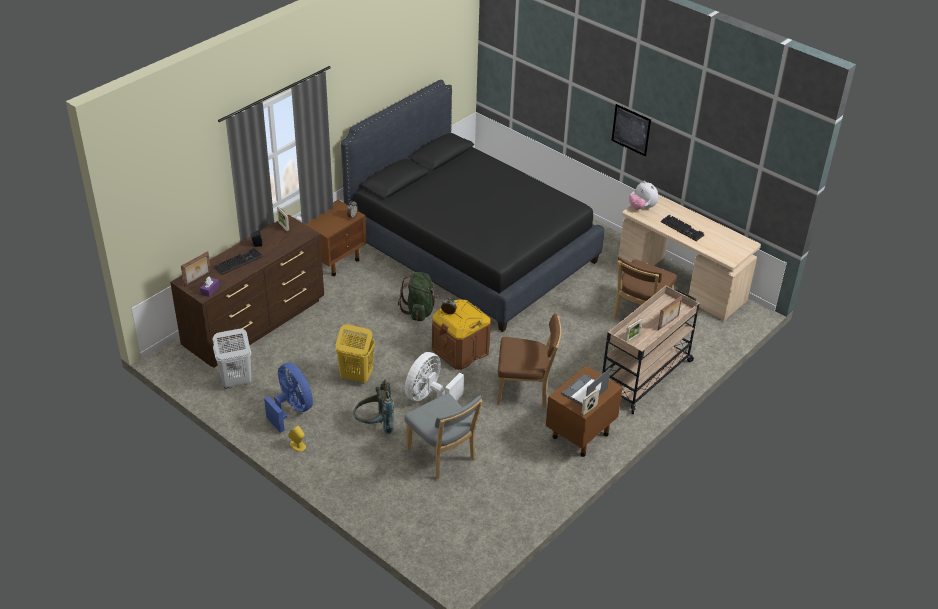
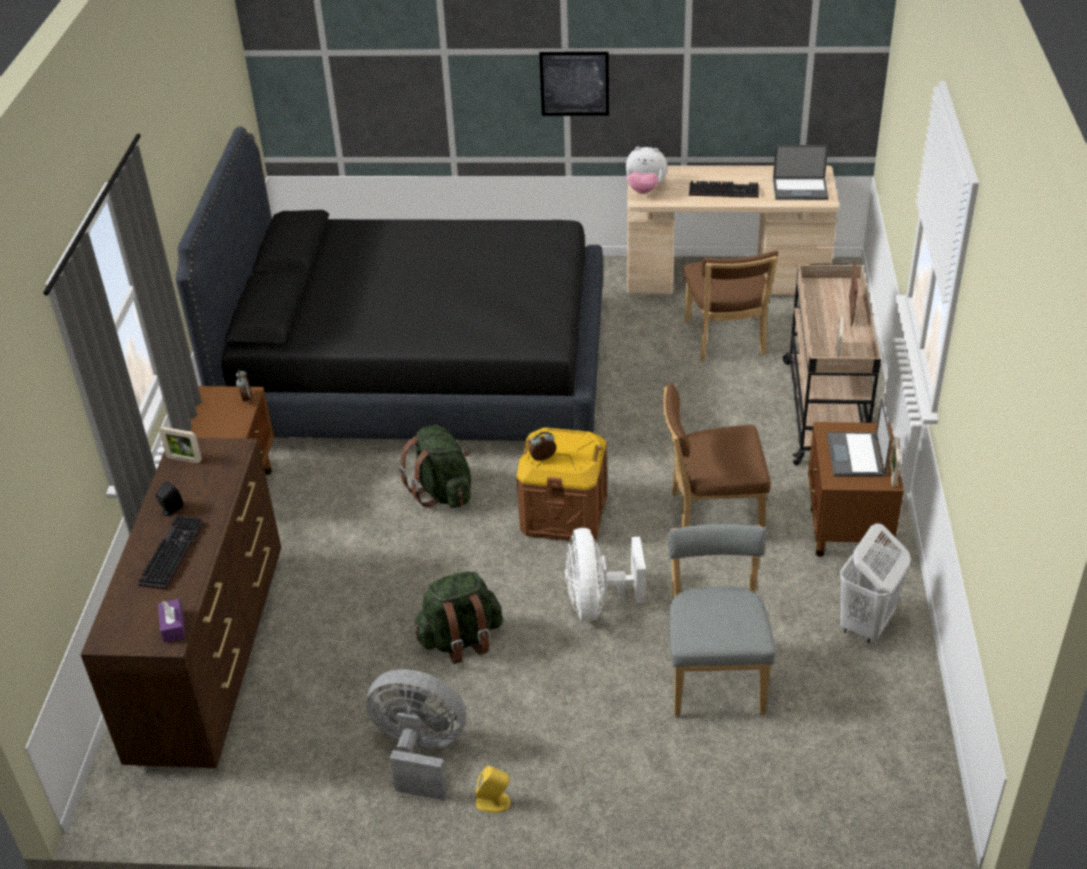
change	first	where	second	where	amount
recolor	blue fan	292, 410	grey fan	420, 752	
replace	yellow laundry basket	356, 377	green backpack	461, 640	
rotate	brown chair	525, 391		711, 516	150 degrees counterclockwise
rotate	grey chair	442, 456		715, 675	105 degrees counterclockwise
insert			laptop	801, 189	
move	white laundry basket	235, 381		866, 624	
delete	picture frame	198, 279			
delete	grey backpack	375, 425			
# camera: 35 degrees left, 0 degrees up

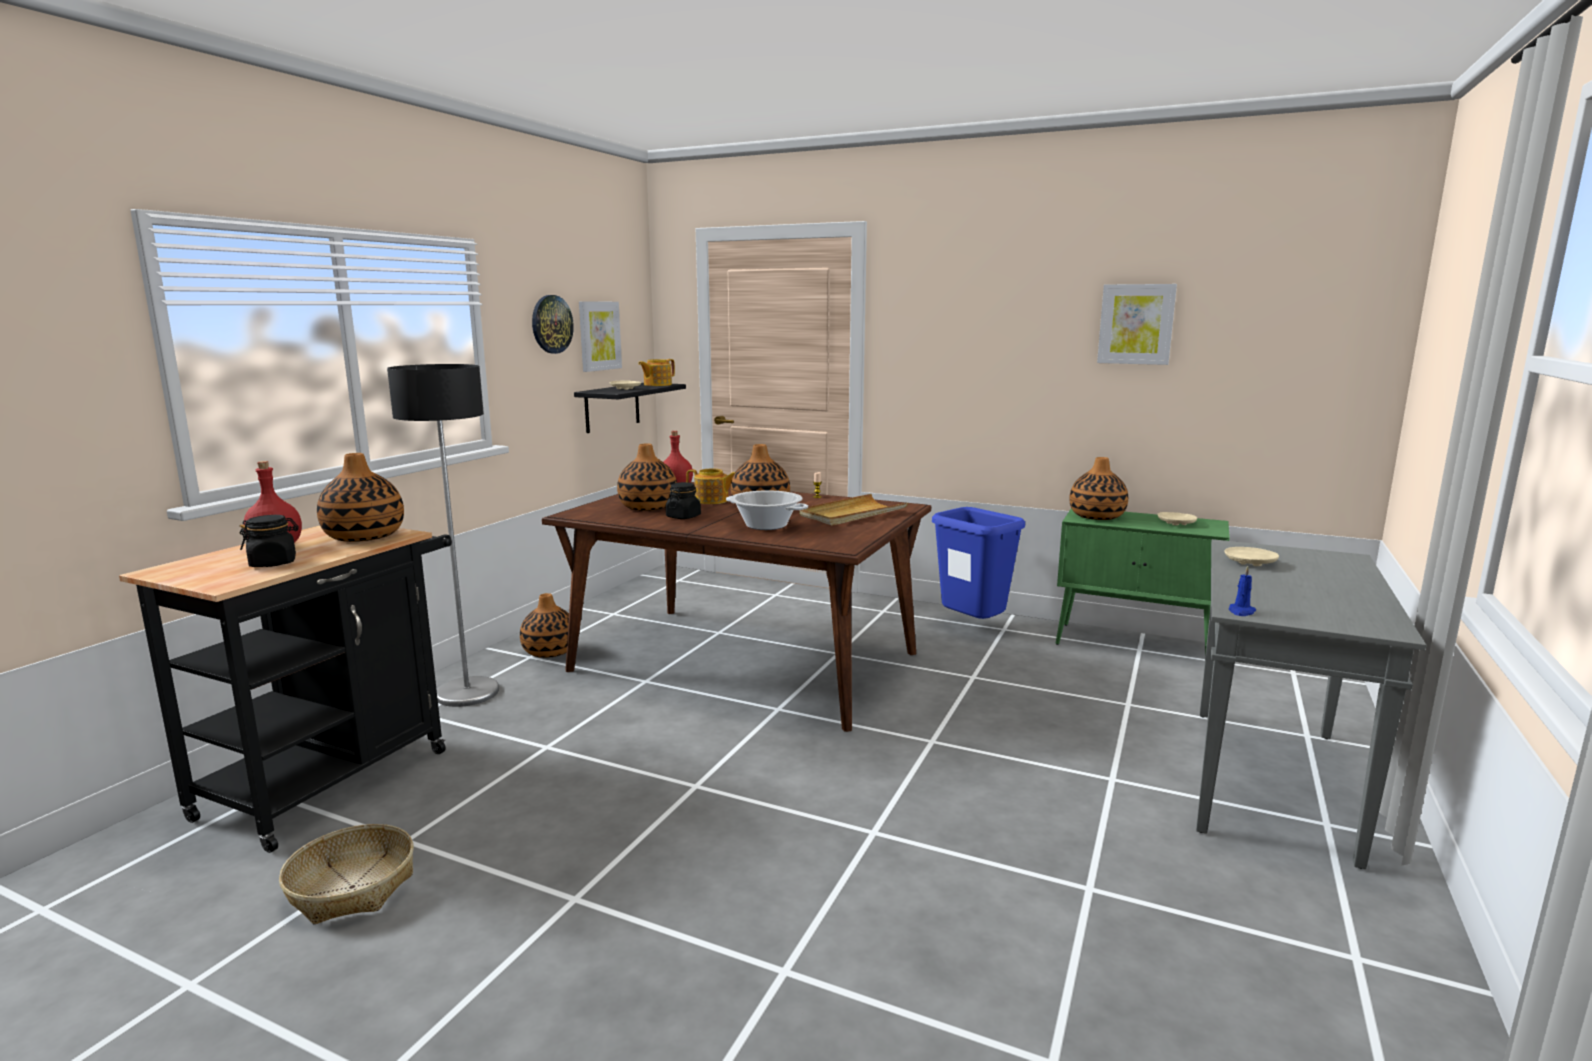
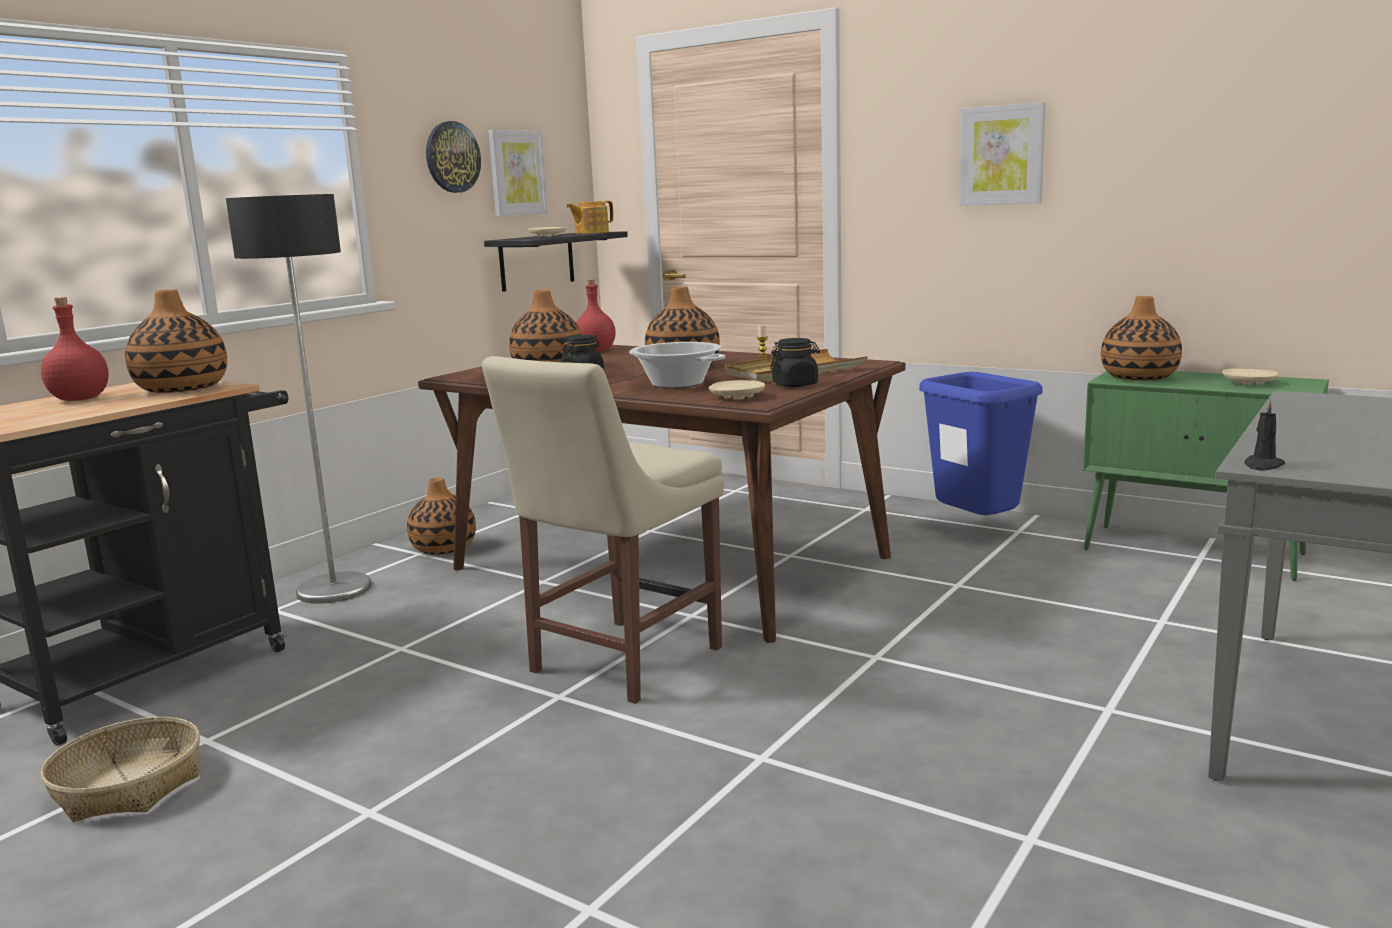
change	first	where	second	where	amount
insert			beige chair	619, 662	
move	beige plate	1249, 563		737, 397	
move	black jar	273, 563		795, 384	
move	picture	1136, 324		1002, 155	
recolor	blue candle	1241, 612	black candle	1263, 466	
delete	teapot	712, 500			
# camera: 10 degrees right, 0 degrees up

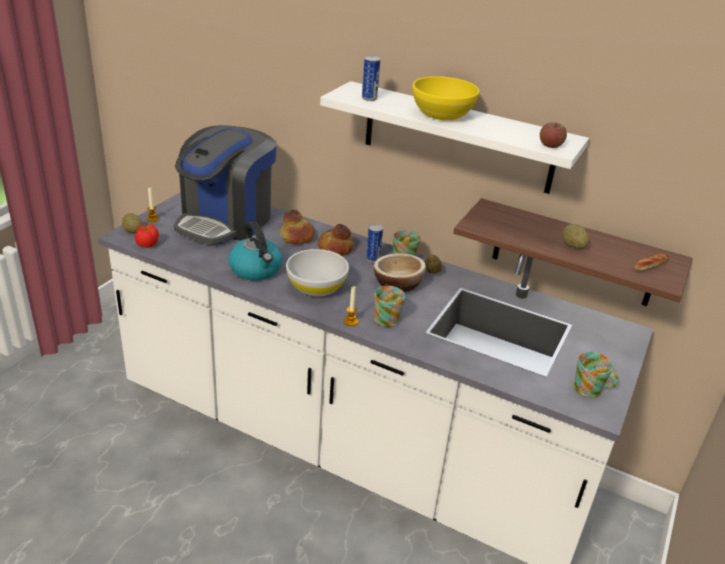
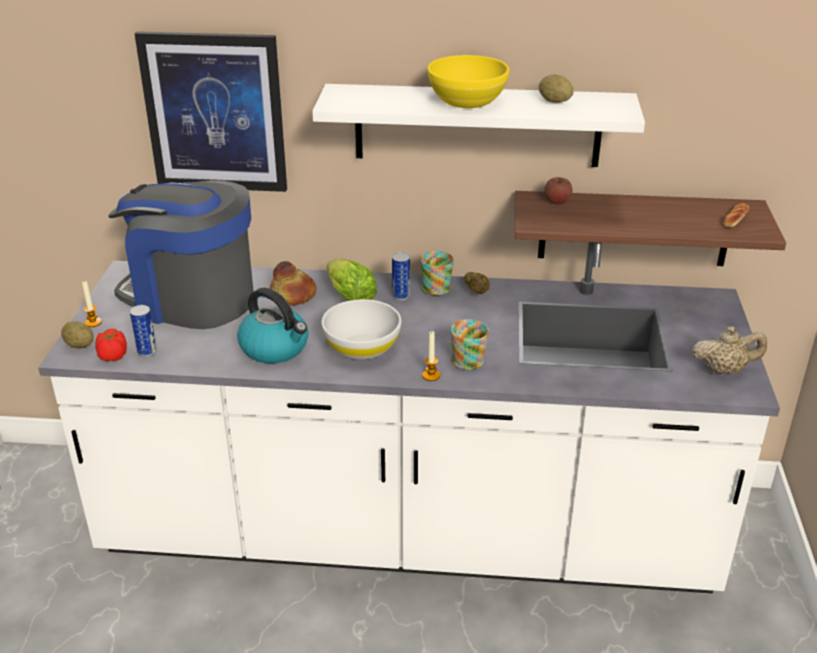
change	first	where	second	where	amount
rotate	coffee machine	226, 221		191, 299	105 degrees clockwise
move	can	369, 98		147, 352	
insert			picture	215, 113	
replace	bread	335, 248	lettuce	348, 296	
move	potato	573, 246		554, 102	
move	apple	550, 145		557, 201	
replace	mug	592, 390	beige teapot	724, 370	
delete	bowl	398, 284			
# camera: 20 degrees left, 0 degrees up

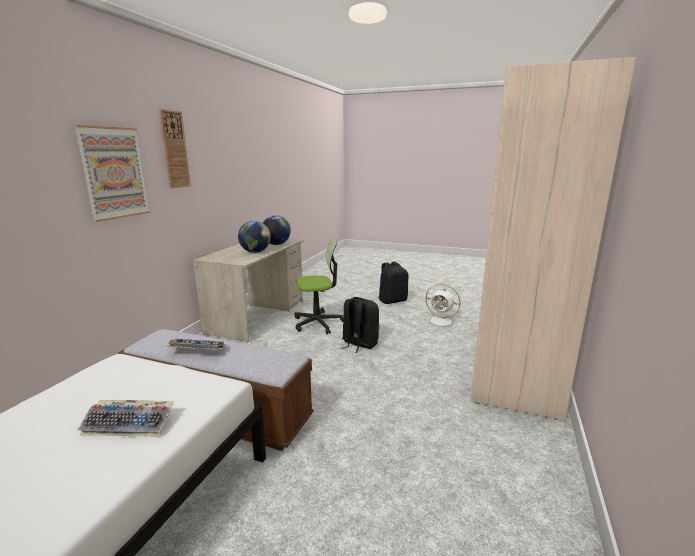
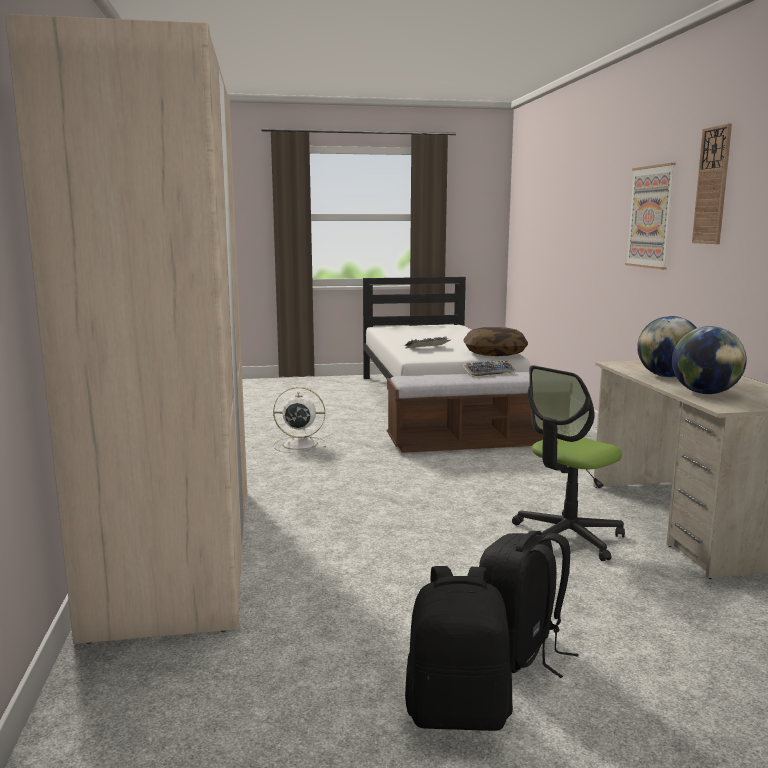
change	first	where	second	where	amount
move	white fan	442, 322		298, 444	
move	black backpack	359, 344		458, 712	
insert			pillow	494, 353	
# camera: 150 degrees right, 5 degrees down

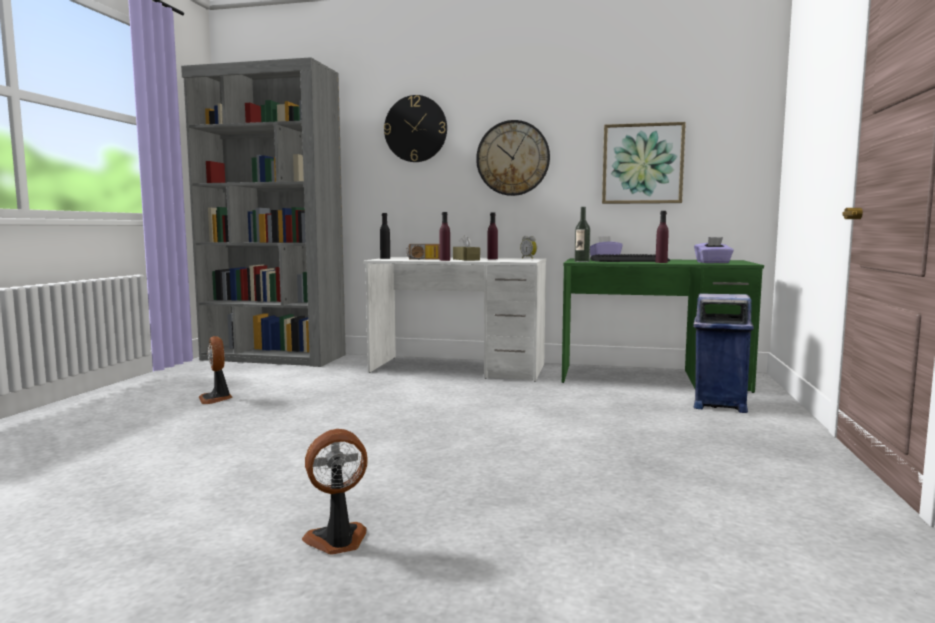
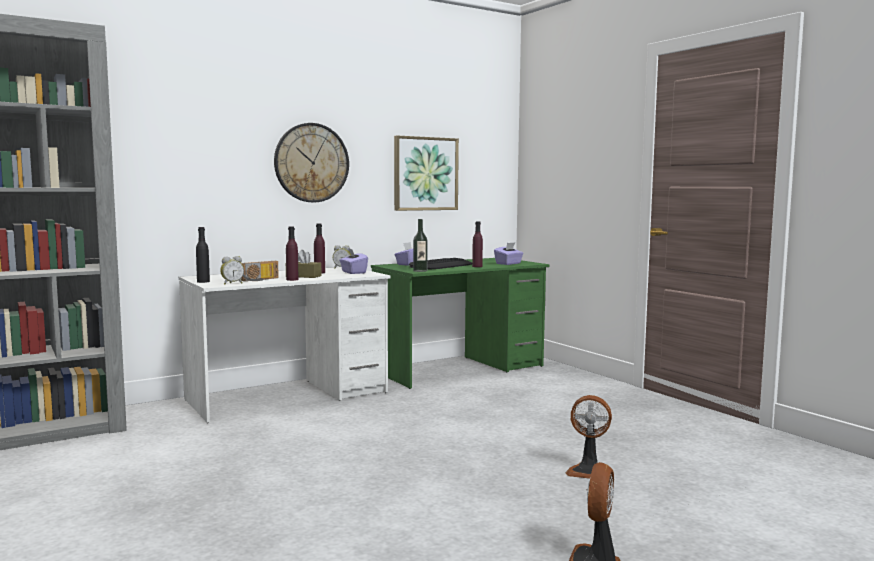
change	first	where	second	where	amount
insert			alarm clock	232, 283	
insert			purple tissue box	353, 272	
move	fan	216, 399		589, 471	
delete	wall clock	415, 129			
delete	blue trash can	718, 404			
# camera: 45 degrees left, 0 degrees up

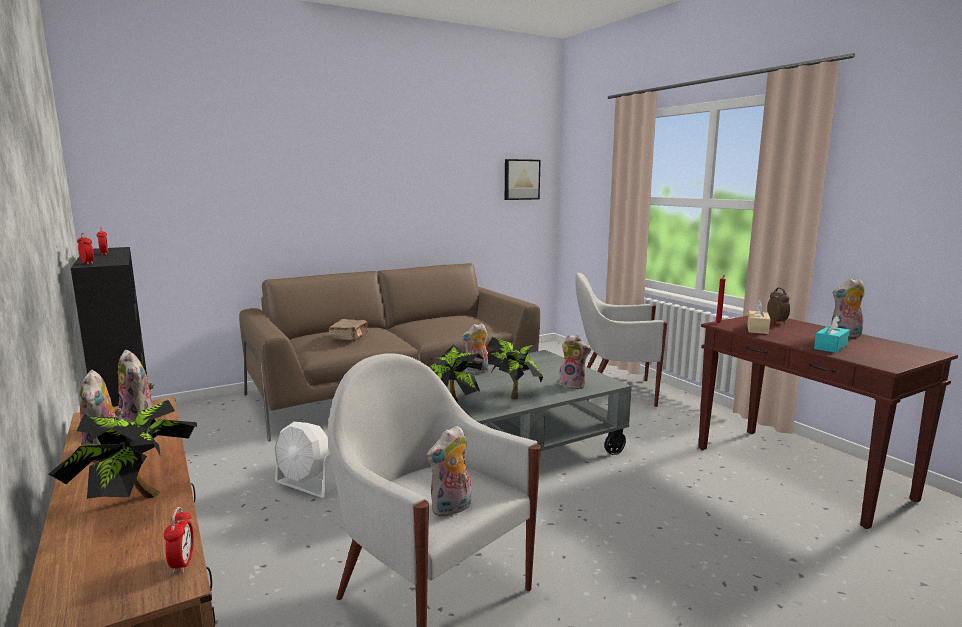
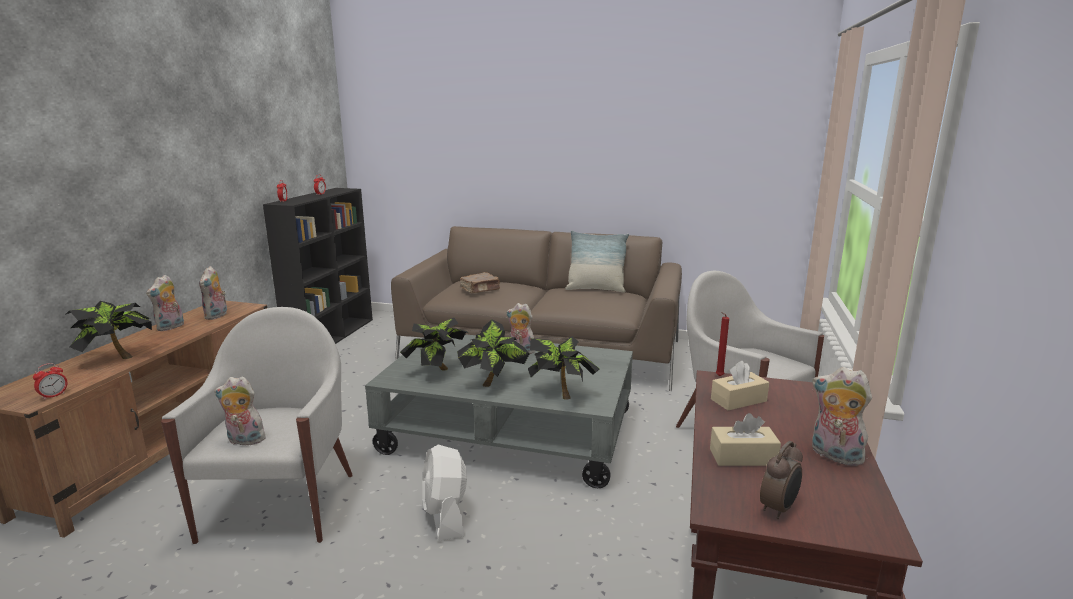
change	first	where	second	where	amount
move	white fan	307, 485		445, 516	
replace	plush toy	573, 385	potted plant	561, 394	
insert			pillow	595, 289	
recolor	turquoise tissue box	830, 347	beige tissue box	743, 457	
move	alarm clock	777, 322		778, 509	
delete	picture	521, 179			
# camera: 45 degrees right, 5 degrees up

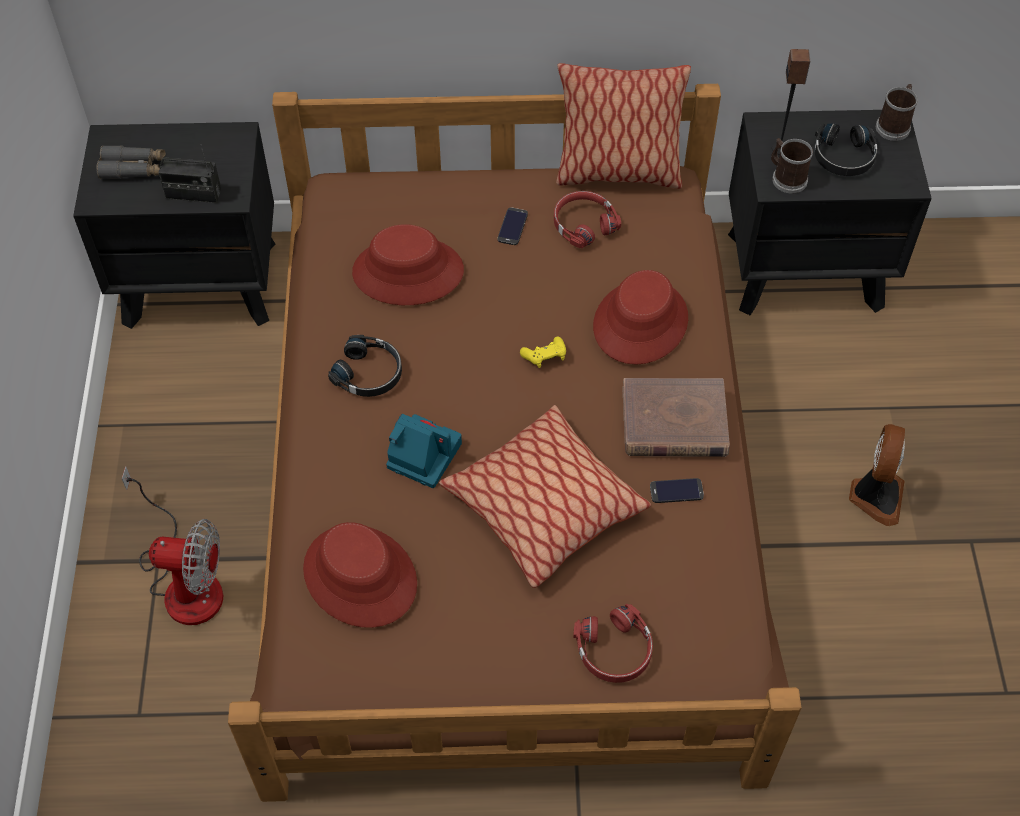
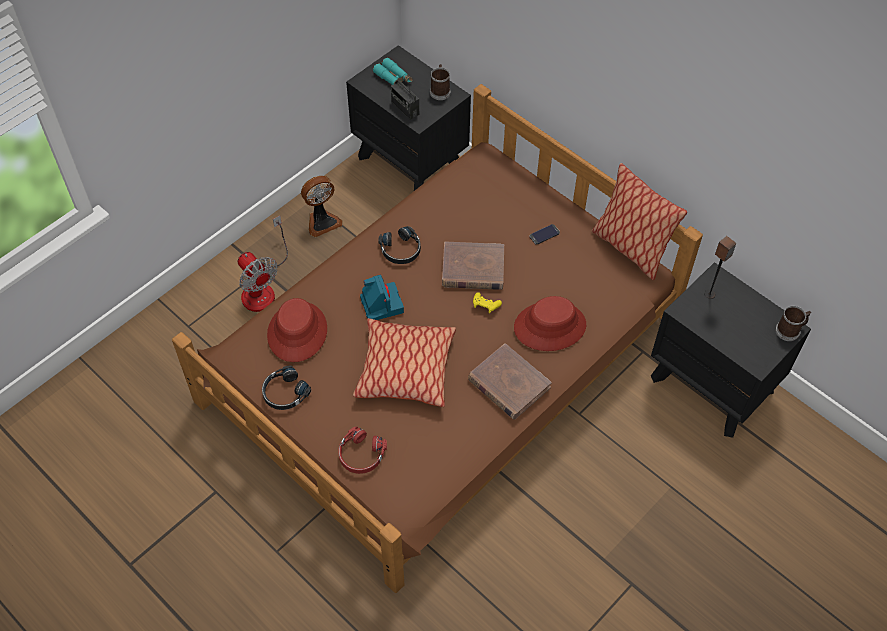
change	first	where	second	where	amount
move	black headphones	843, 157		284, 393	
move	fan	875, 496		322, 221	
recolor	grey binoculars	133, 168	turquoise binoculars	393, 78	
move	mug	786, 178		440, 90	
insert			brown book	473, 269	
delete	red hat	408, 272			
delete	red headphones	583, 224			
delete	phone	676, 491			
# camera: 45 degrees right, 0 degrees up

